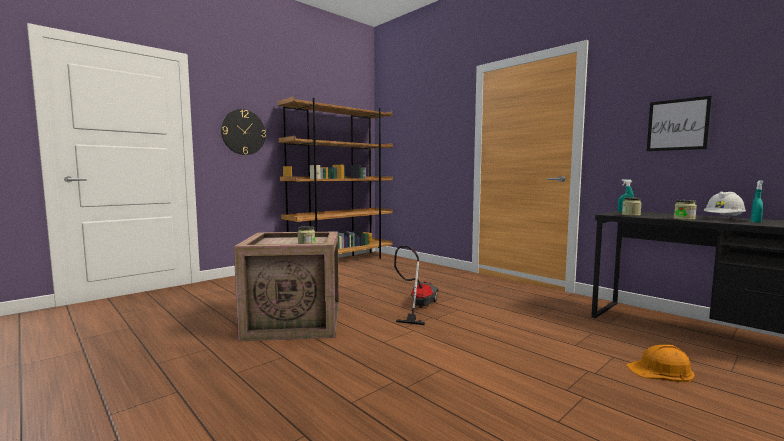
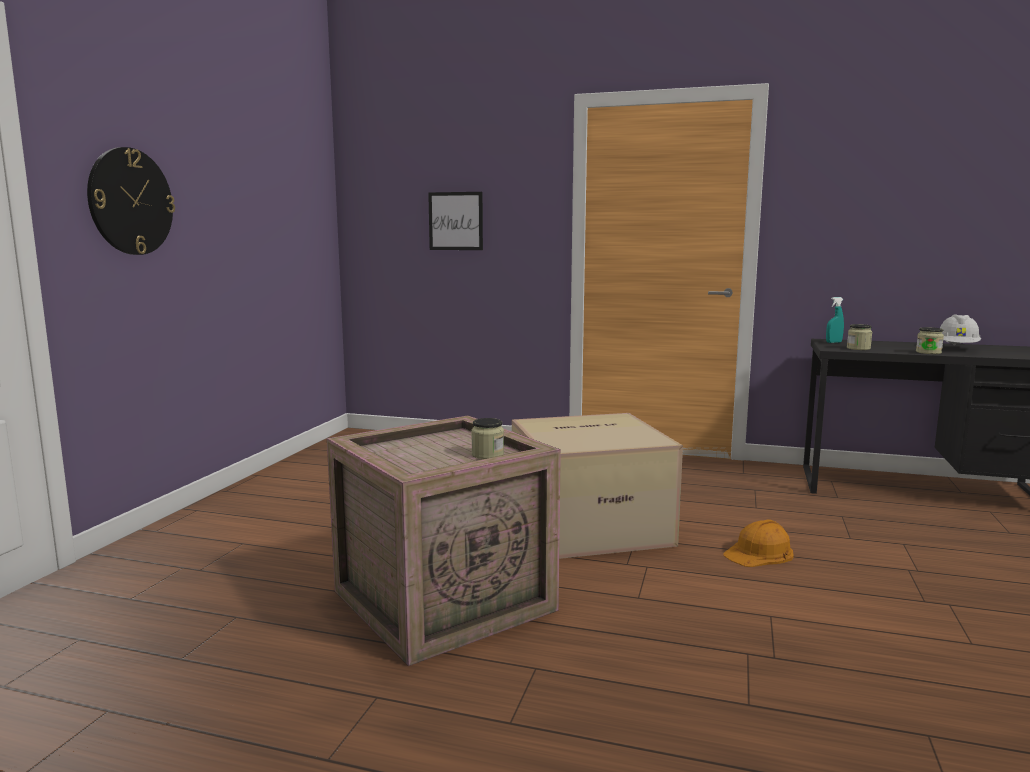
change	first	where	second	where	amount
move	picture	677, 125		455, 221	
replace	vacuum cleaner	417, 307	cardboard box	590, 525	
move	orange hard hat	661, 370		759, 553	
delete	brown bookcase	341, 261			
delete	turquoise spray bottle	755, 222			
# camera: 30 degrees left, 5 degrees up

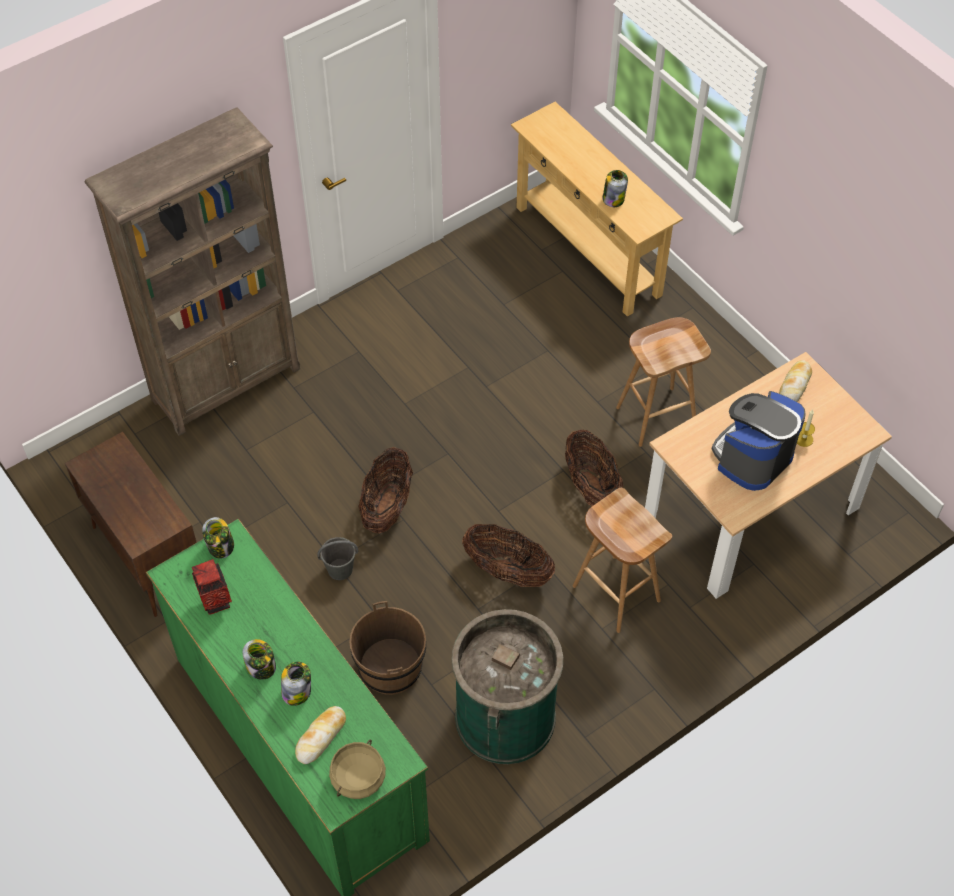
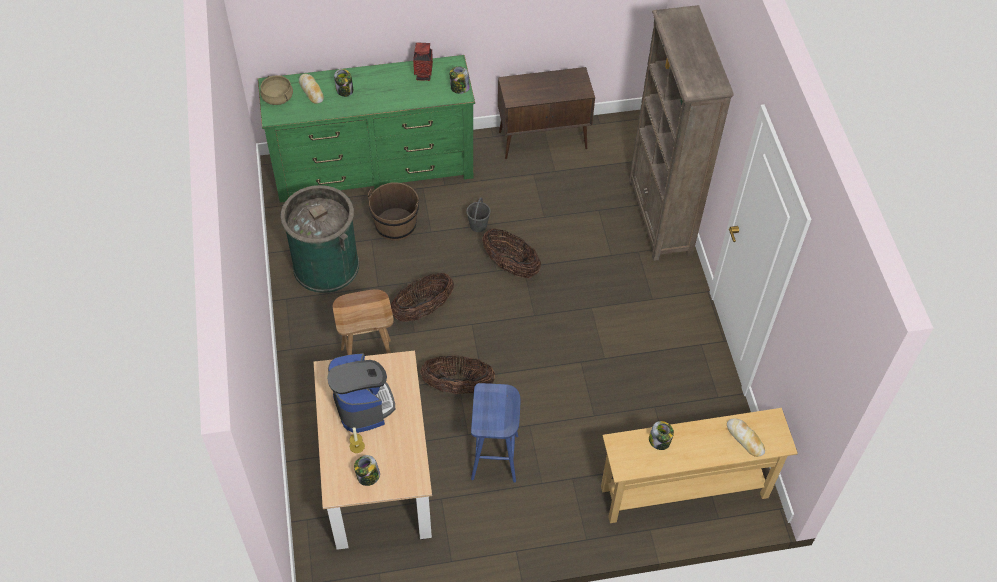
change	first	where	second	where	amount
move	jar	261, 667		368, 477	
recolor	brown stool	656, 415	blue stool	495, 458	
move	bread	795, 385		745, 439	
# camera: 115 degrees right, 0 degrees up

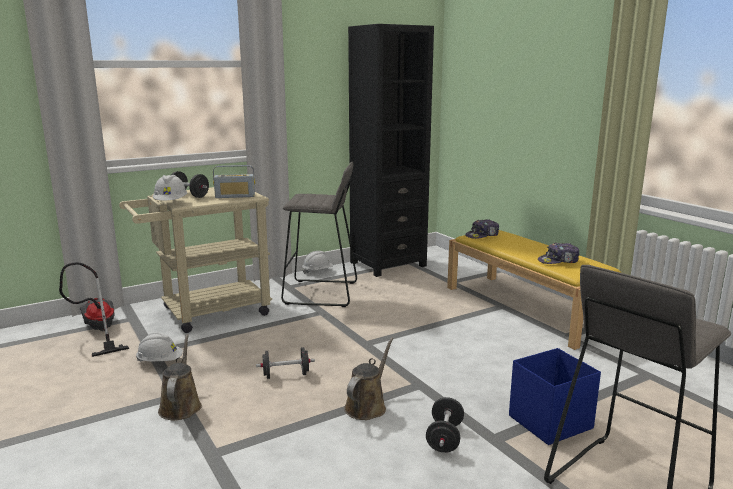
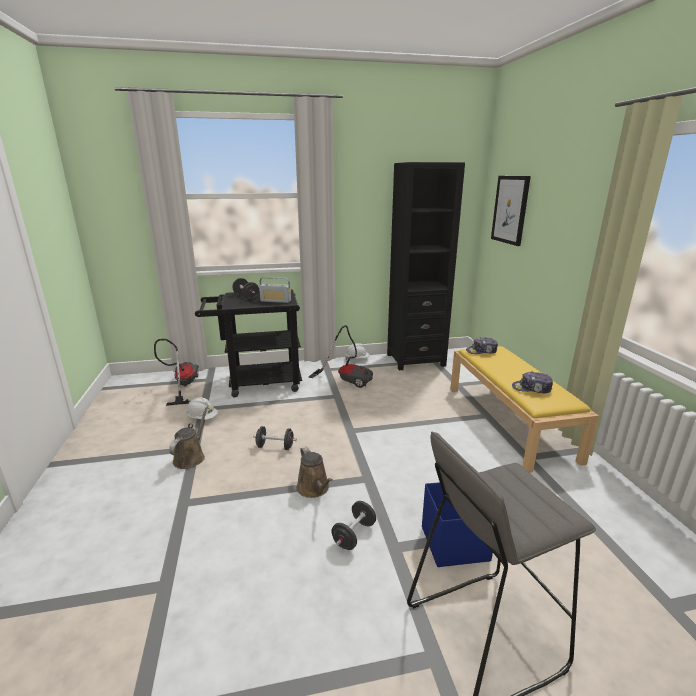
change	first	where	second	where	amount
recolor	beige cart	206, 313	black cart	257, 383	
rotate	brown watering can	367, 406		314, 489	105 degrees clockwise
replace	grey stool	321, 293	vacuum cleaner	347, 379	
insert			picture	510, 209	
delete	white hard hat	171, 203			
# camera: 20 degrees right, 5 degrees up

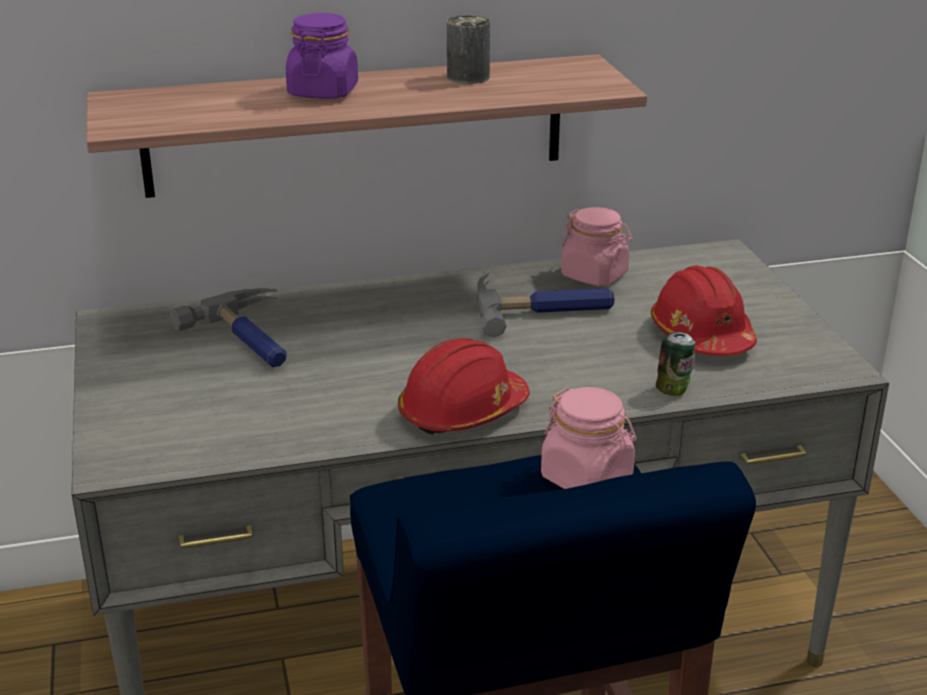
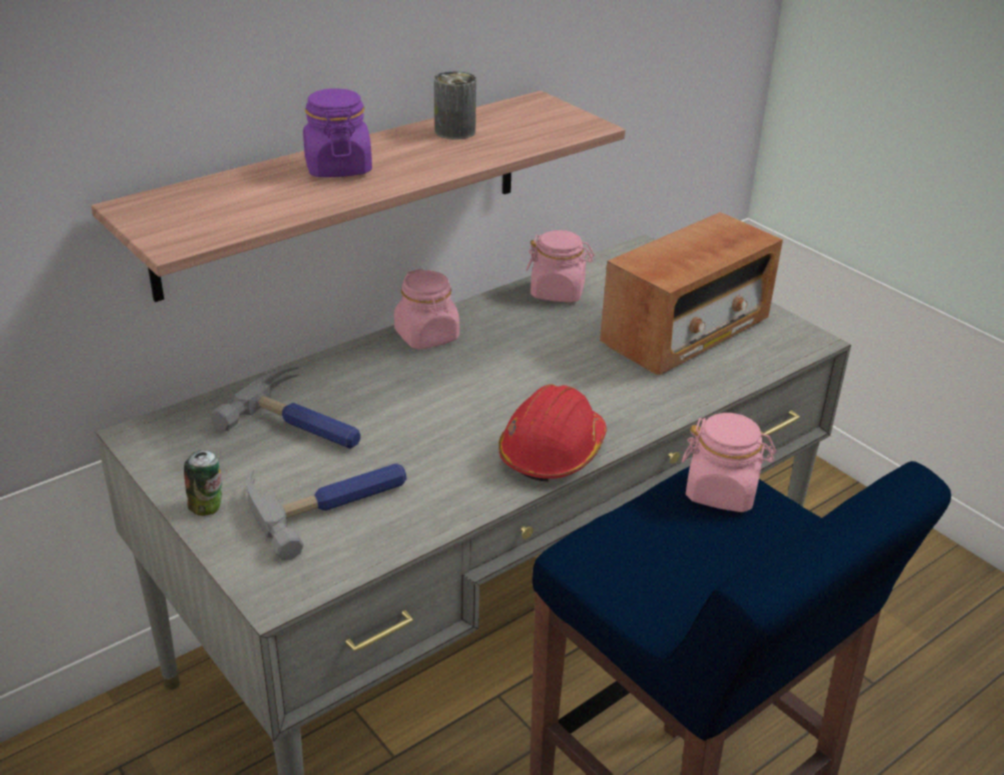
change	first	where	second	where	amount
move	can	674, 390		208, 507	
move	hammer	543, 309		330, 502	
insert			pink jar	427, 336	
replace	red hard hat	701, 335	radio	686, 332	
# camera: 25 degrees left, 5 degrees up

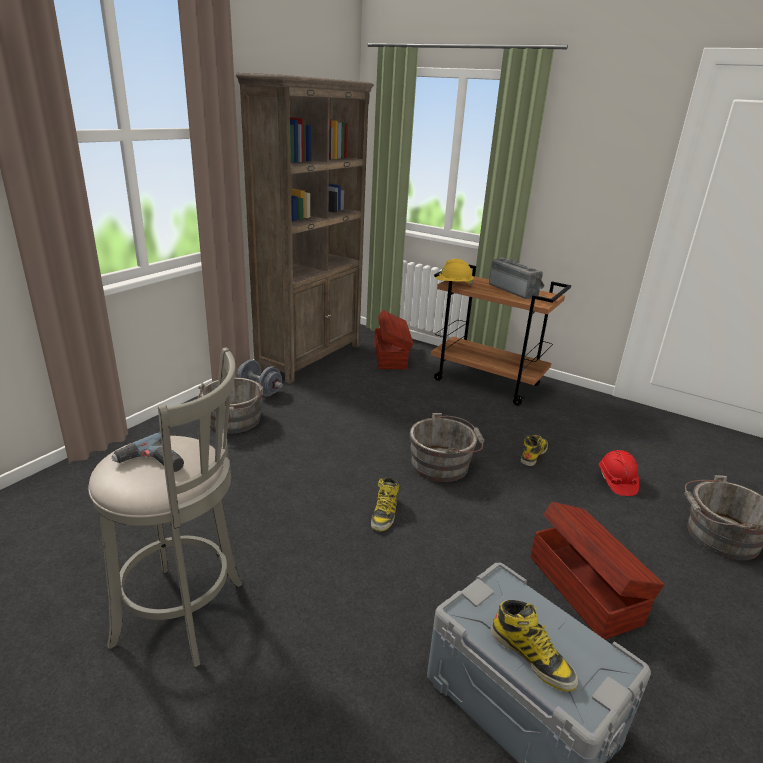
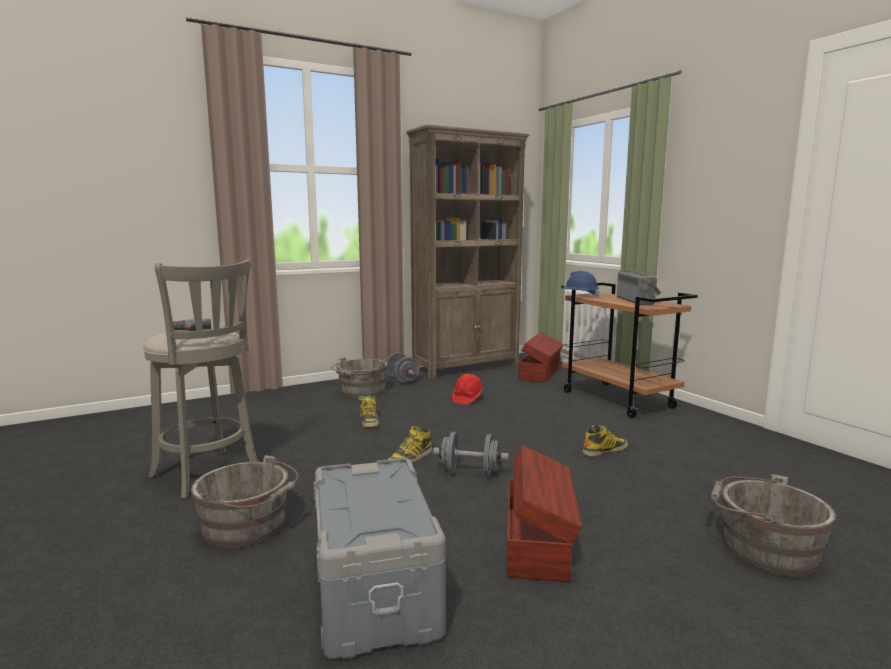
change	first	where	second	where	amount
move	grey bucket	443, 465		248, 527	
move	boot	532, 656		369, 421	
insert			grey dumbbell	470, 472	
move	red hard hat	616, 481		467, 399	
recolor	yellow hard hat	453, 285	blue hard hat	579, 296	
# camera: 30 degrees right, 15 degrees down

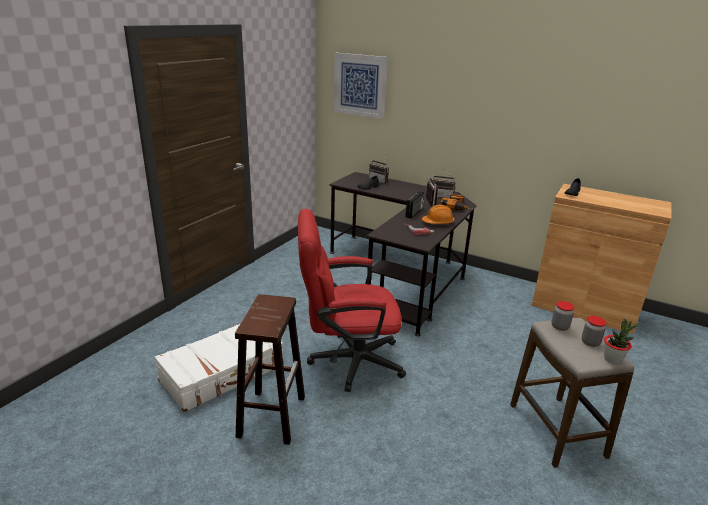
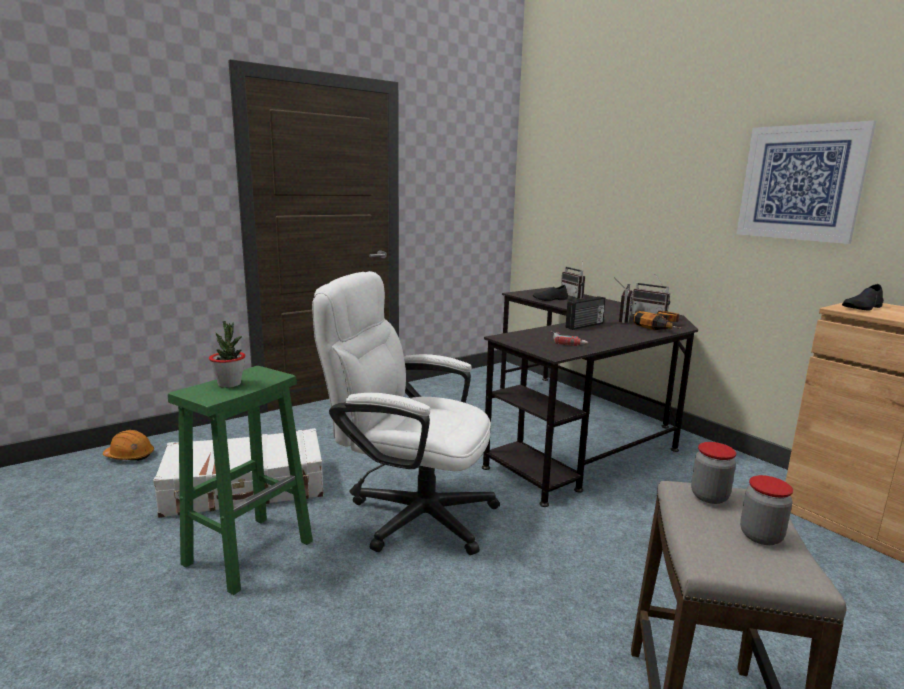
change	first	where	second	where	amount
move	orange hard hat	438, 222		130, 456	
recolor	brown stool	272, 415	green stool	250, 551	
move	potted plant	612, 359		229, 384	
recolor	red office chair	347, 361	white office chair	410, 513	
move	picture	360, 85		800, 183	
# camera: 25 degrees right, 10 degrees down

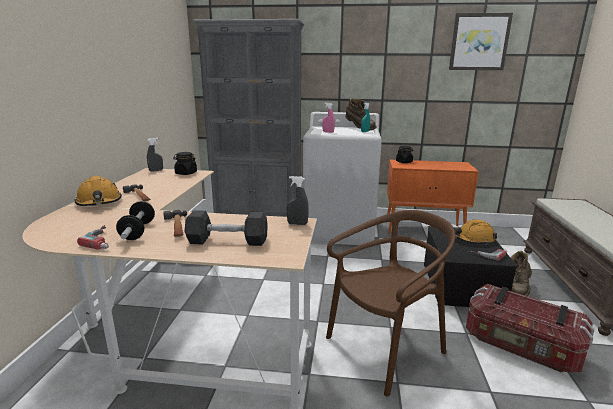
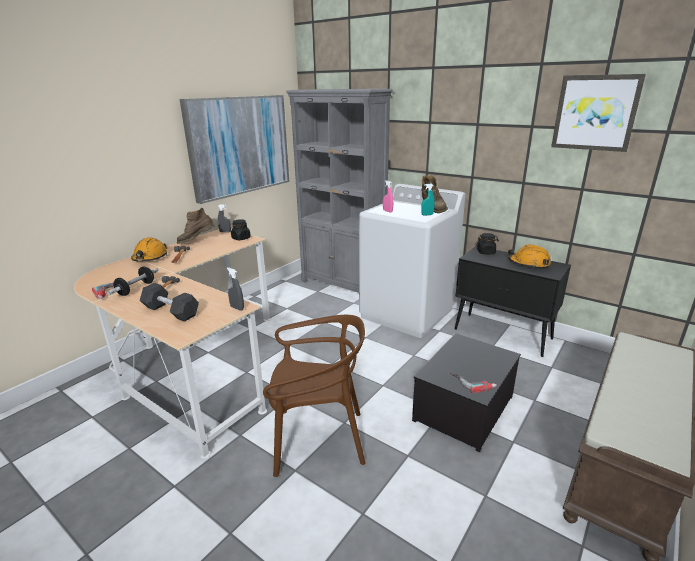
change	first	where	second	where	amount
move	brown boot	518, 289		197, 241	
insert			picture	239, 145	
recolor	orange cabinet	424, 229	black cabinet	503, 334	
move	orange hard hat	473, 239		528, 263	
delete	storage box	520, 346			
# camera: 30 degrees right, 5 degrees up

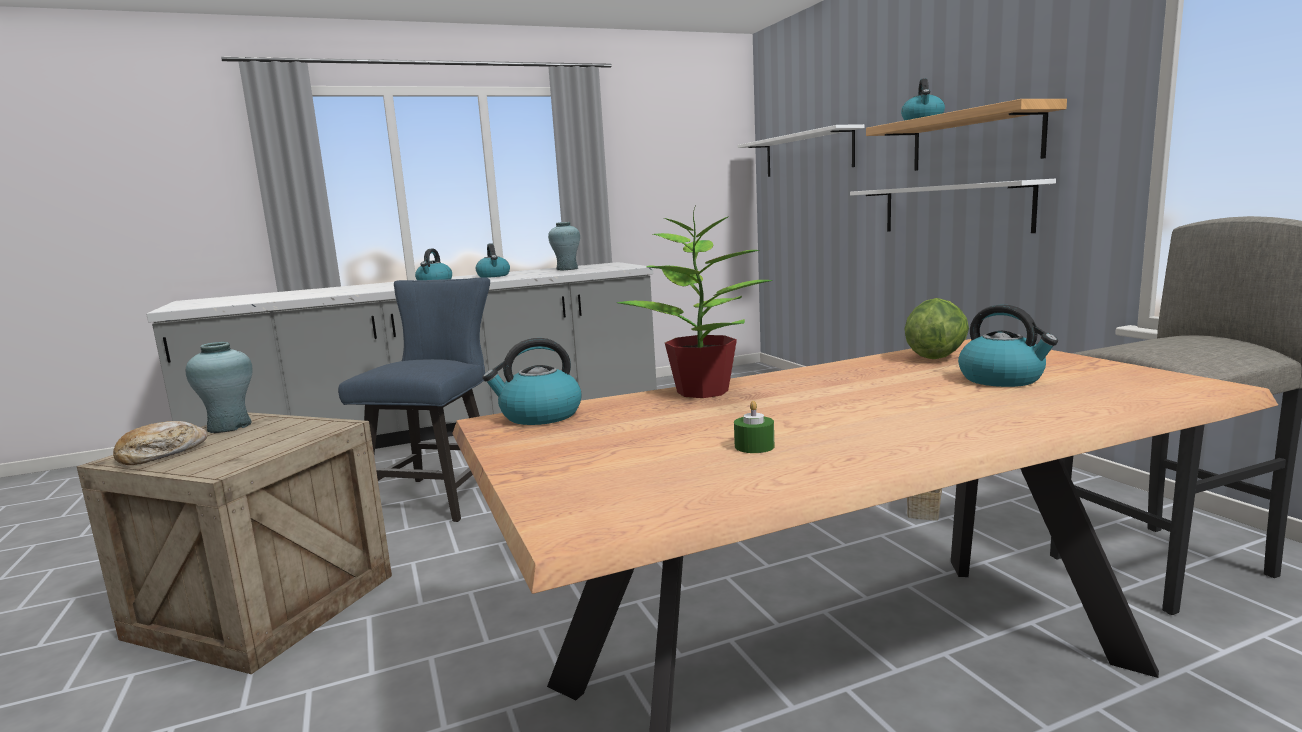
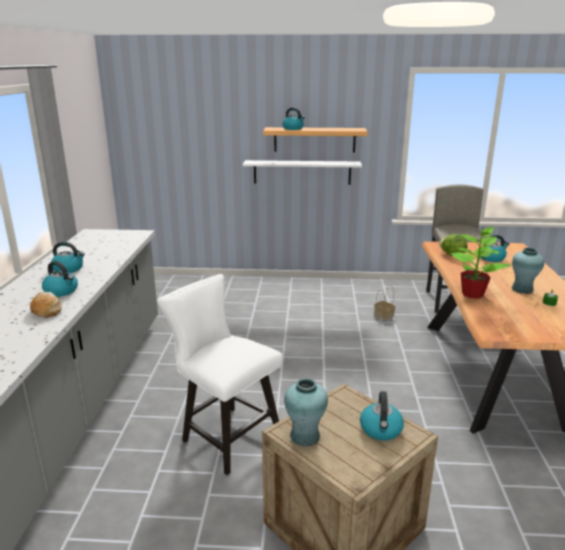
change	first	where	second	where	amount
move	bread	162, 454		47, 310	
recolor	blue chair	439, 495	white chair	226, 435	
move	kettle	539, 416		381, 430	
move	turquoise vase	567, 269		522, 289	
delete	white shelf	807, 153			
# camera: 65 degrees left, 10 degrees up

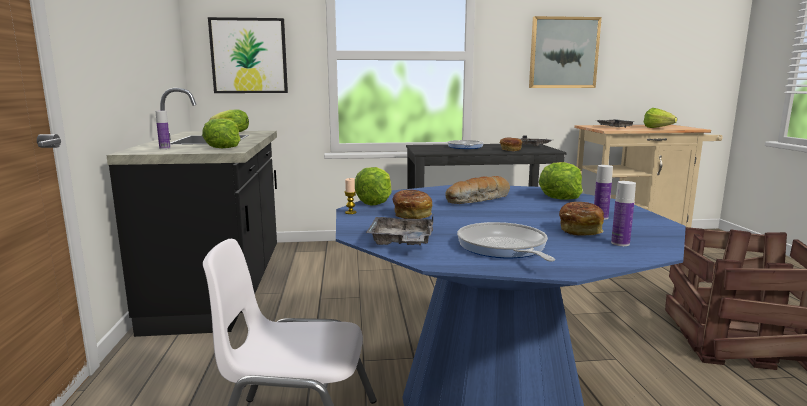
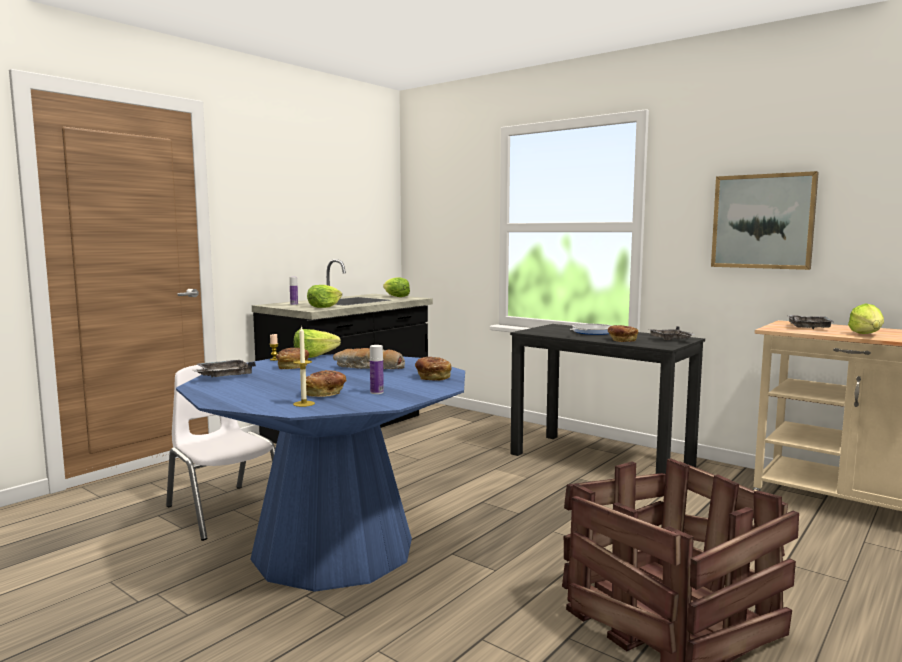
change	first	where	second	where	amount
replace	bottle	620, 243	candle	304, 404	
replace	lettuce	559, 196	bread	433, 377	
delete	picture	249, 56			
delete	frying pan	503, 248			
# camera: 45 degrees right, 5 degrees down

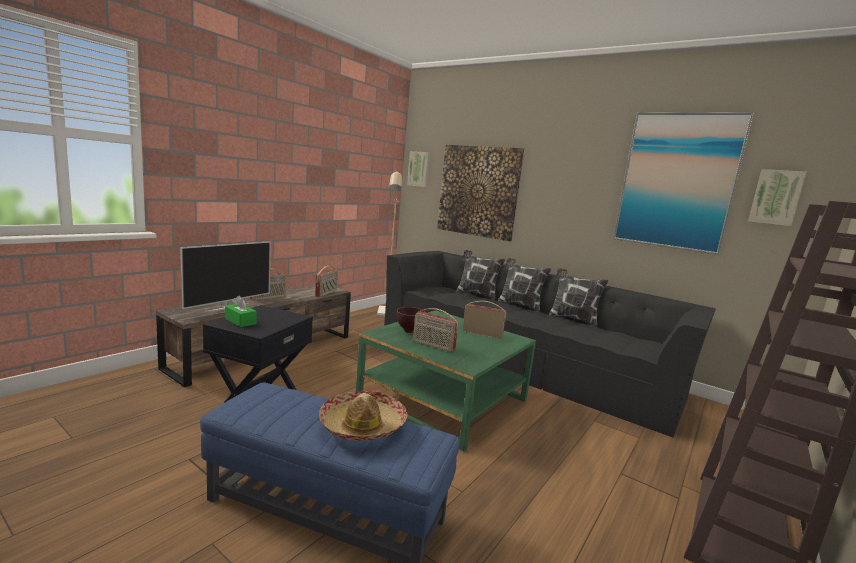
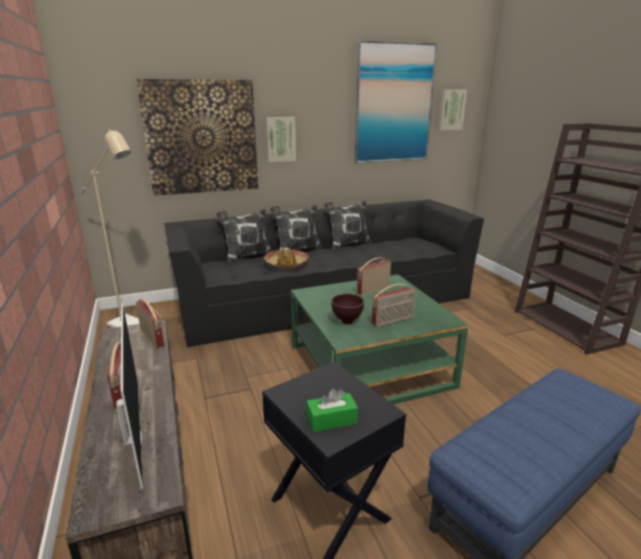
change	first	where	second	where	amount
move	hat	362, 425		286, 264	
move	picture	419, 169		280, 139	
# camera: 55 degrees left, 10 degrees up

